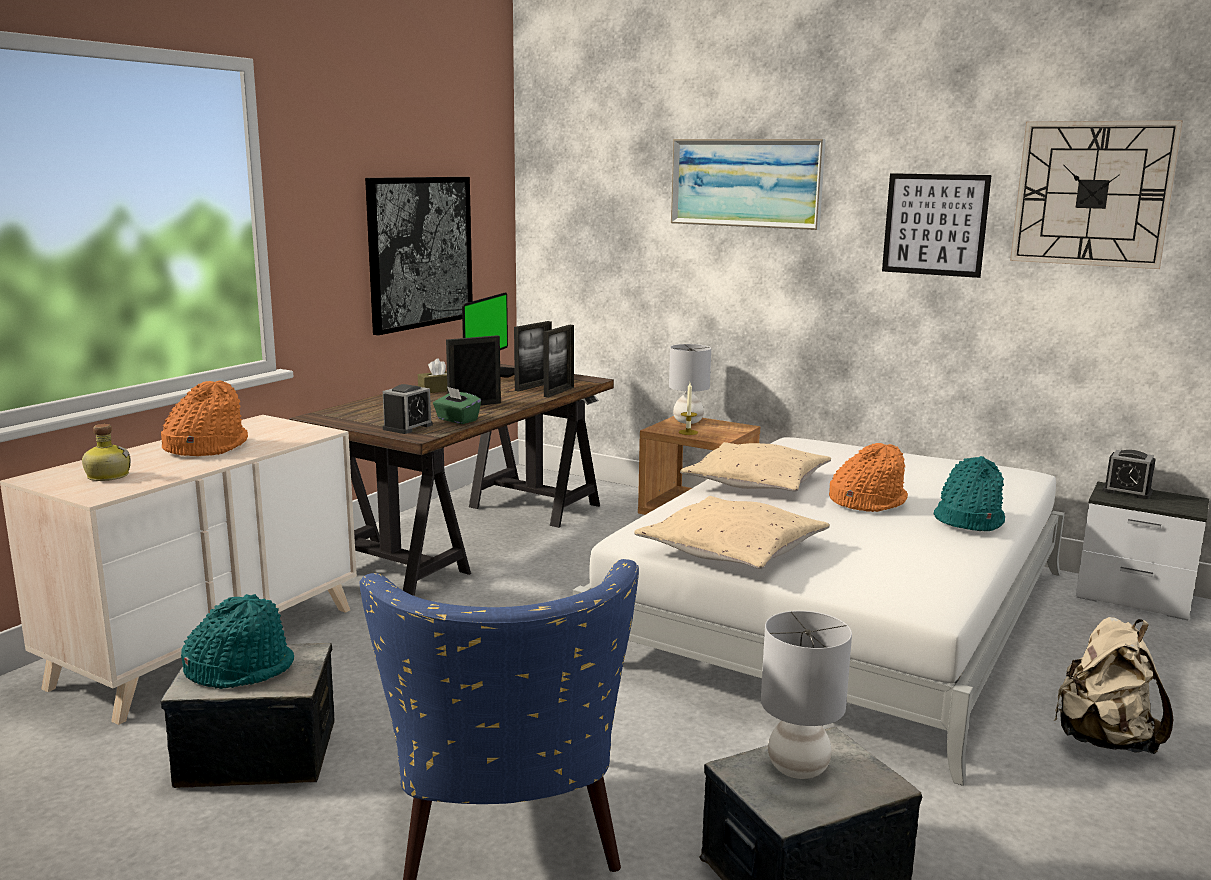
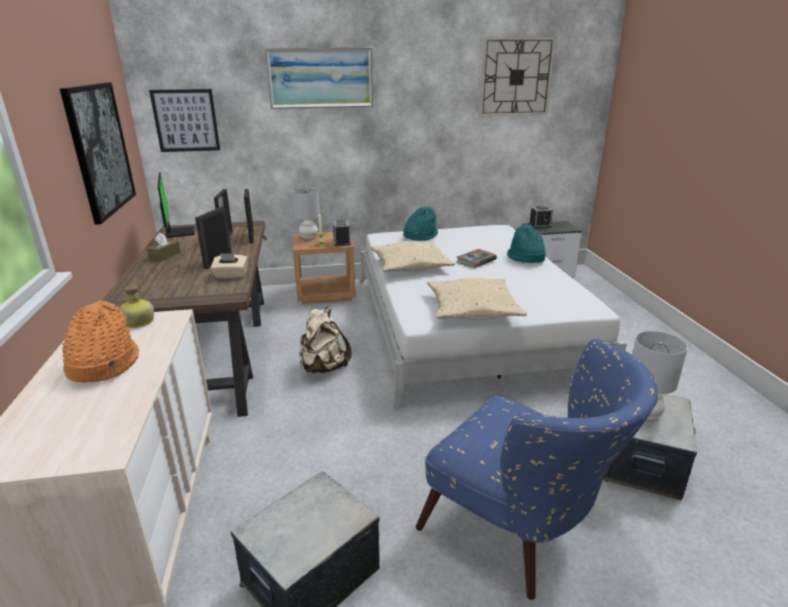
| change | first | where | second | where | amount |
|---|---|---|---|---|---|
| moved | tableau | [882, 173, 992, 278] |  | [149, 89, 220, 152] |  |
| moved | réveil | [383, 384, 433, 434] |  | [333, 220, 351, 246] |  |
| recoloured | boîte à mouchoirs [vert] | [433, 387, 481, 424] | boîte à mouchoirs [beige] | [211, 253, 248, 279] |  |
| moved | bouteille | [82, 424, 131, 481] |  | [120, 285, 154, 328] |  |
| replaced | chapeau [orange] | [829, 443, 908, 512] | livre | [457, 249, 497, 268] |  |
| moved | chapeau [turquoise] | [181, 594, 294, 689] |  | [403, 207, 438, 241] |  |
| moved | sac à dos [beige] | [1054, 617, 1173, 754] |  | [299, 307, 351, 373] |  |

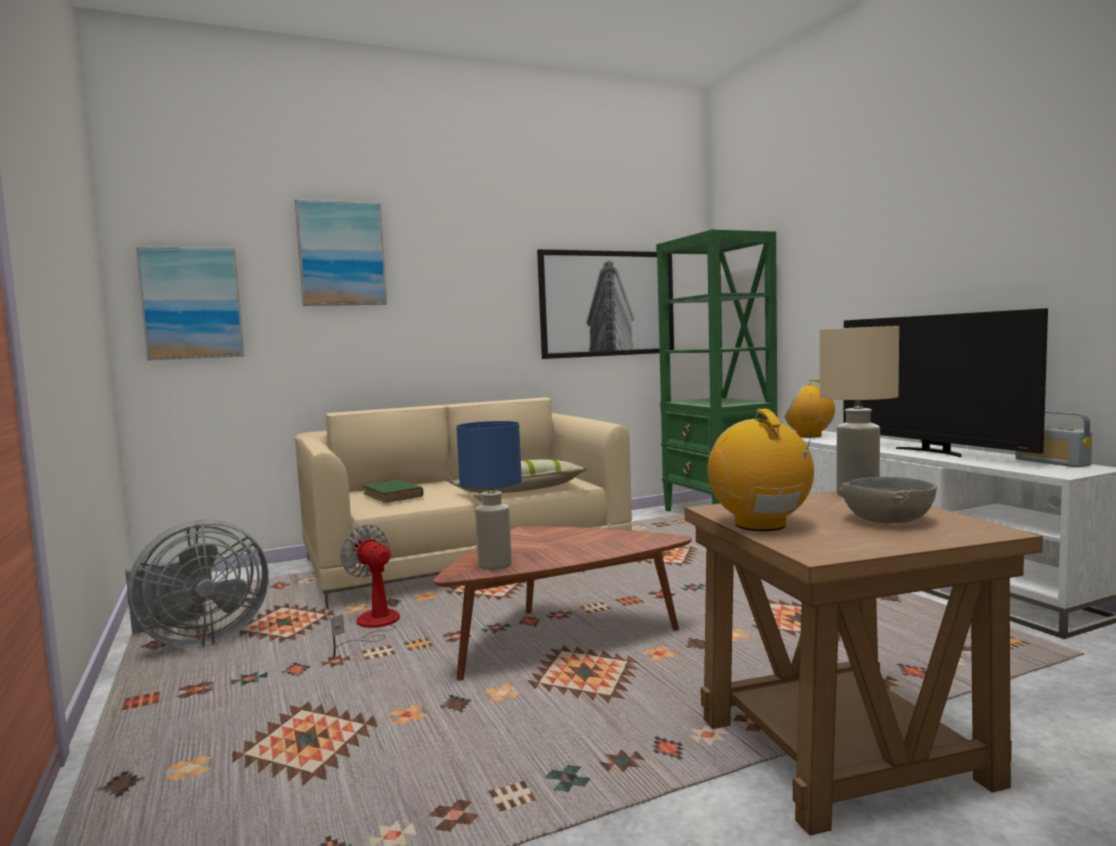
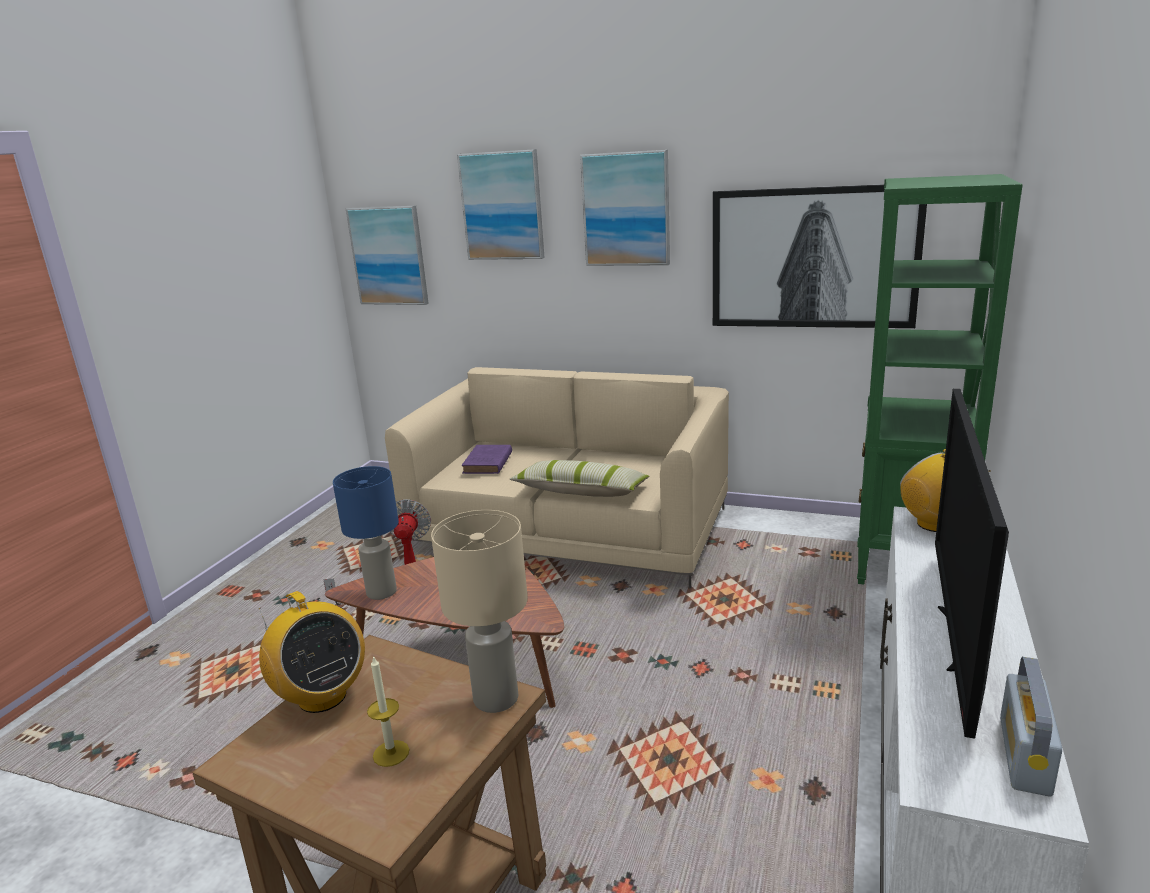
| change | first | where | second | where | amount |
|---|---|---|---|---|---|
| turned | radio | [707, 409, 814, 531] |  | [259, 591, 365, 713] | 105 degrees clockwise |
| replaced | bol [gris] | [839, 477, 937, 523] | bougie | [367, 655, 410, 767] |  |
| recoloured | livre [vert] | [363, 480, 424, 503] | livre [violet] | [461, 445, 512, 474] |  |
| removed | ventilateur [gris] | [125, 519, 269, 648] |  |  |  |
| added |  |  | tableau | [580, 150, 670, 266] |  |

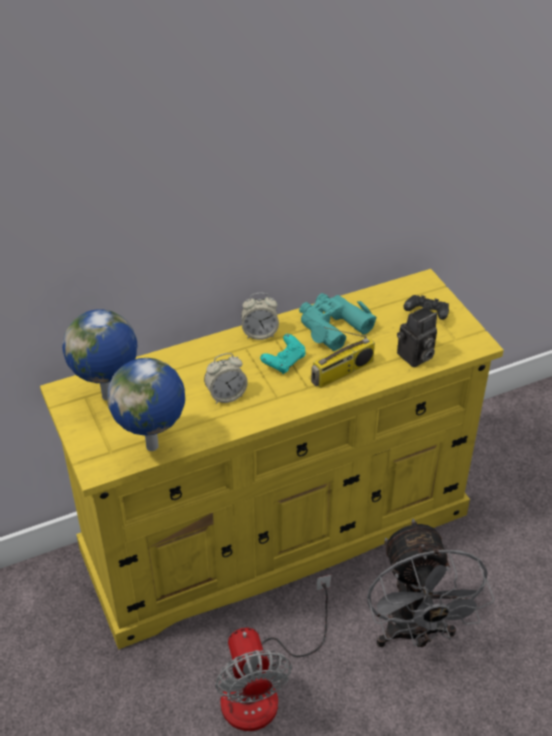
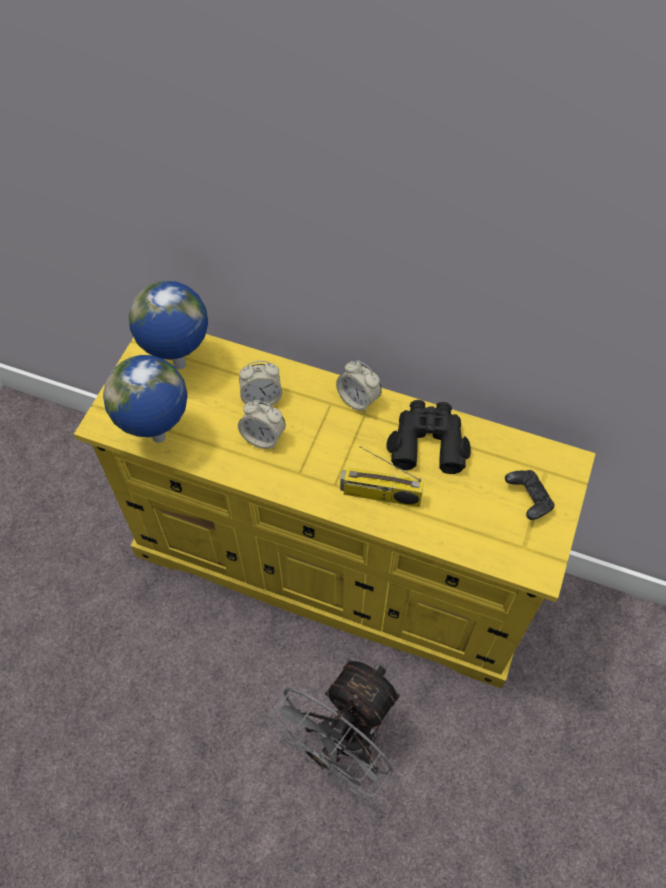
| change | first | where | second | where | amount |
|---|---|---|---|---|---|
| recoloured | jumelles [turquoise] | [299, 293, 377, 351] | jumelles [noir] | [386, 400, 471, 474] |  |
| removed | appareil photo | [397, 306, 437, 367] |  |  |  |
| removed | manette [turquoise] | [260, 334, 306, 374] |  |  |  |
| removed | ventilateur | [215, 575, 331, 731] |  |  |  |
| added |  |  | réveil | [239, 361, 282, 406] |  |

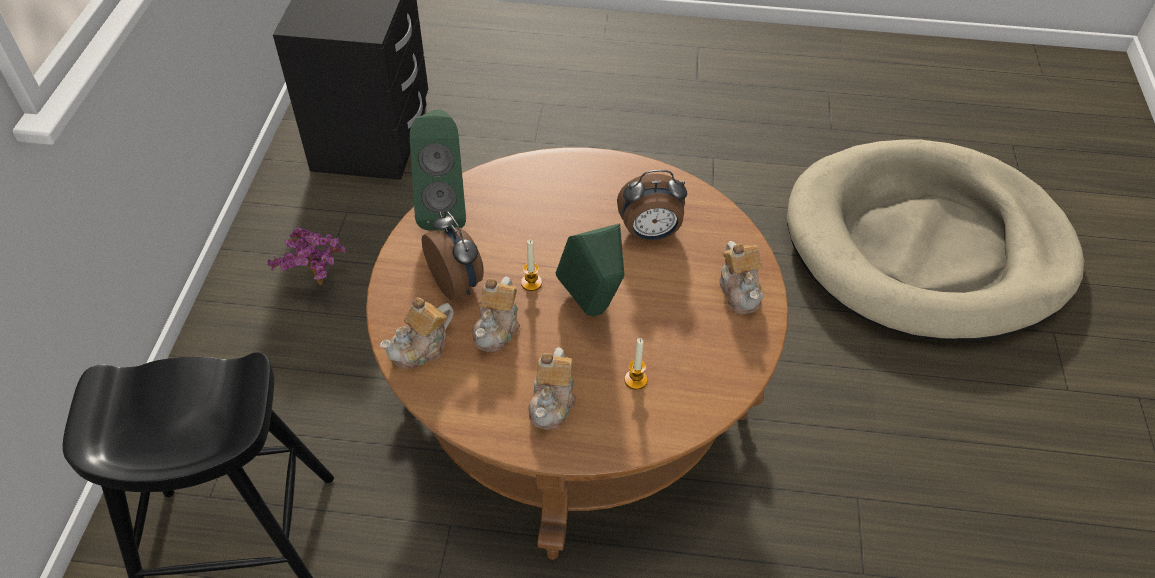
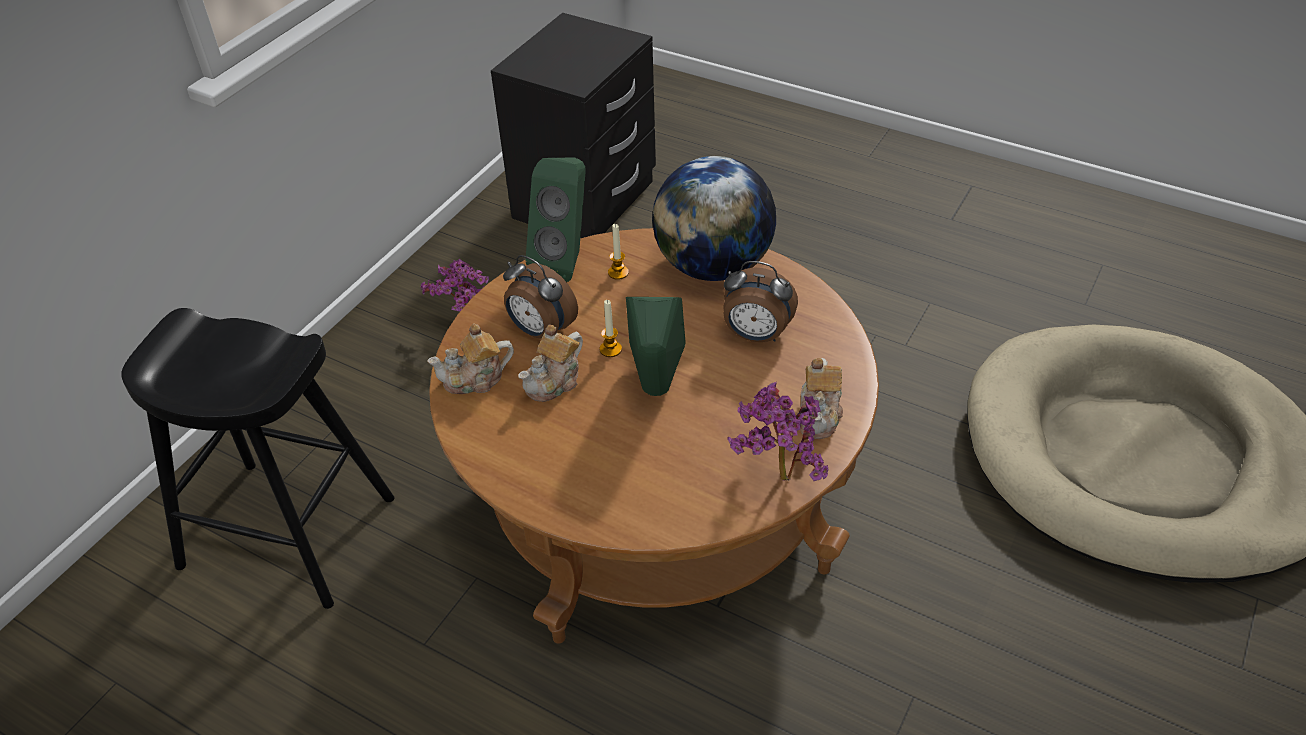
| change | first | where | second | where | amount |
|---|---|---|---|---|---|
| turned | réveil | [422, 211, 484, 300] |  | [503, 255, 578, 339] | 135 degrees clockwise |
| moved | bougie | [625, 338, 647, 390] |  | [608, 224, 629, 280] |  |
| removed | théière | [529, 347, 576, 430] |  |  |  |
| added |  |  | globe | [652, 156, 776, 281] |  |
| added |  |  | plante en pot | [727, 382, 828, 481] |  |

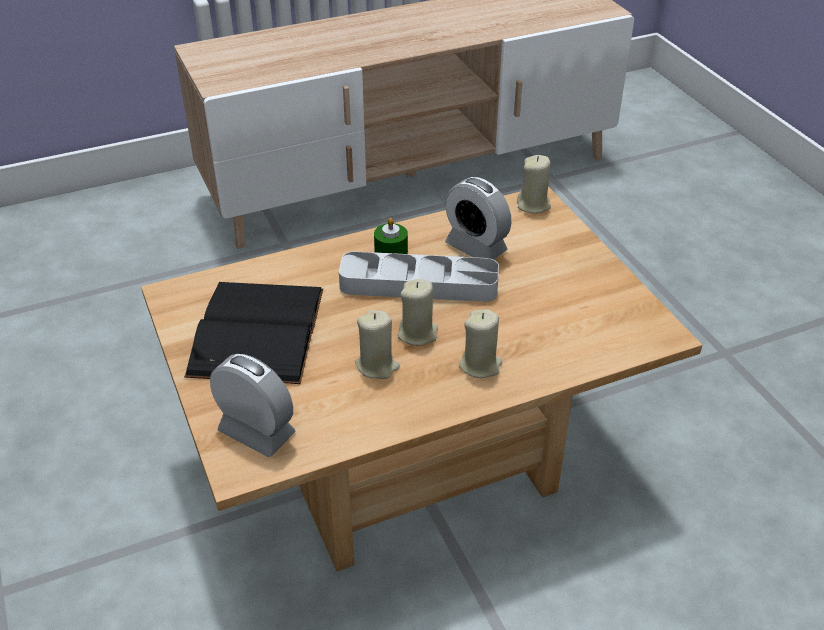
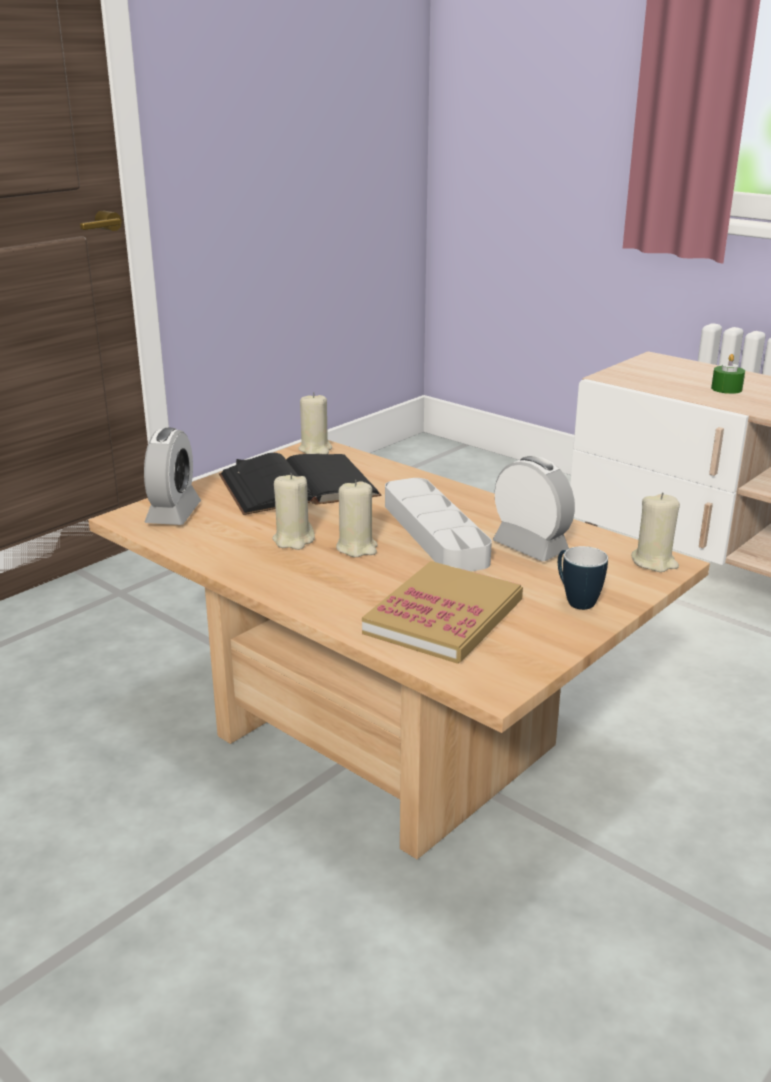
| change | first | where | second | where | amount |
|---|---|---|---|---|---|
| turned | réveil | [445, 177, 511, 260] |  | [493, 456, 575, 561] | 120 degrees clockwise |
| moved | bougie [vert] | [374, 218, 408, 254] |  | [711, 354, 745, 394] |  |
| moved | bougie [beige] | [459, 310, 502, 378] |  | [298, 392, 332, 454] |  |
| added |  |  | mug | [558, 546, 608, 610] |  |
| added |  |  | livre | [362, 561, 523, 664] |  |

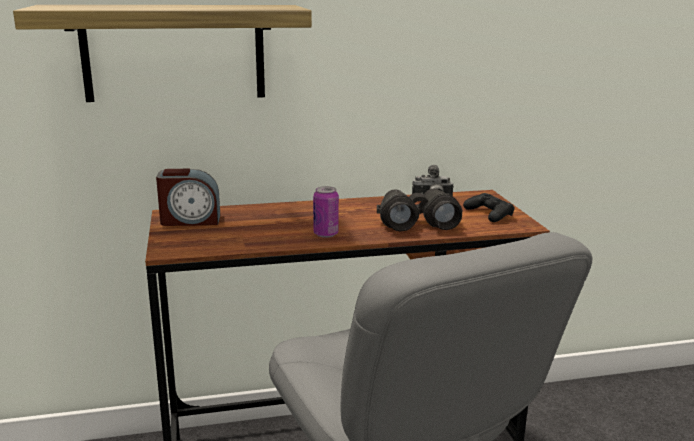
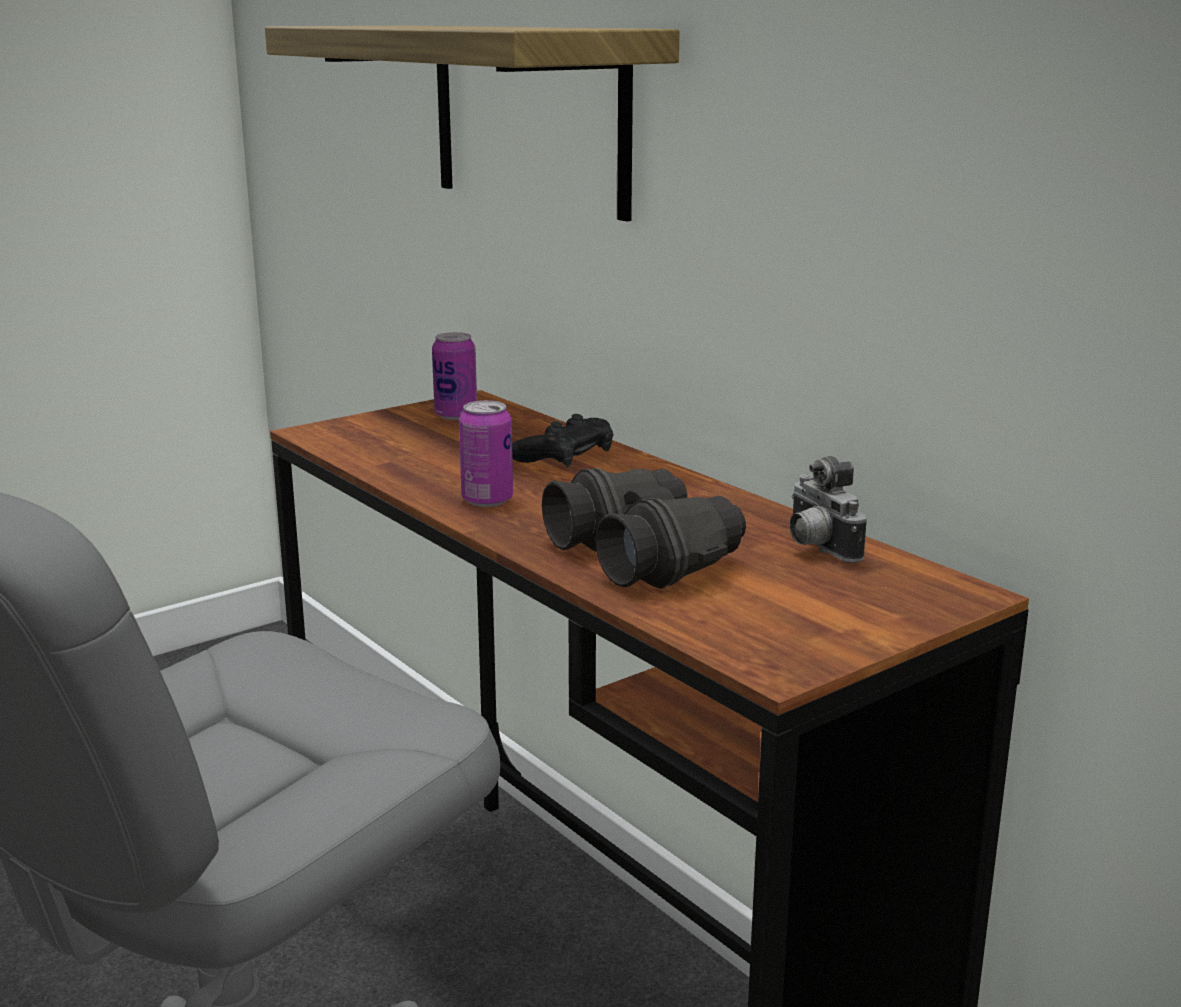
| change | first | where | second | where | amount |
|---|---|---|---|---|---|
| replaced | réveil | [156, 169, 220, 226] | boîte métallique | [432, 332, 477, 420] |  |
| moved | manette [noir] | [463, 193, 514, 222] |  | [512, 414, 614, 467] |  |

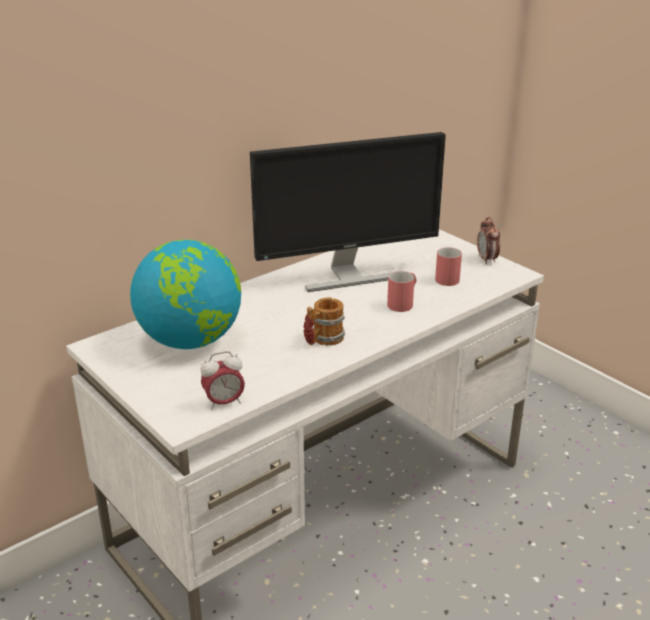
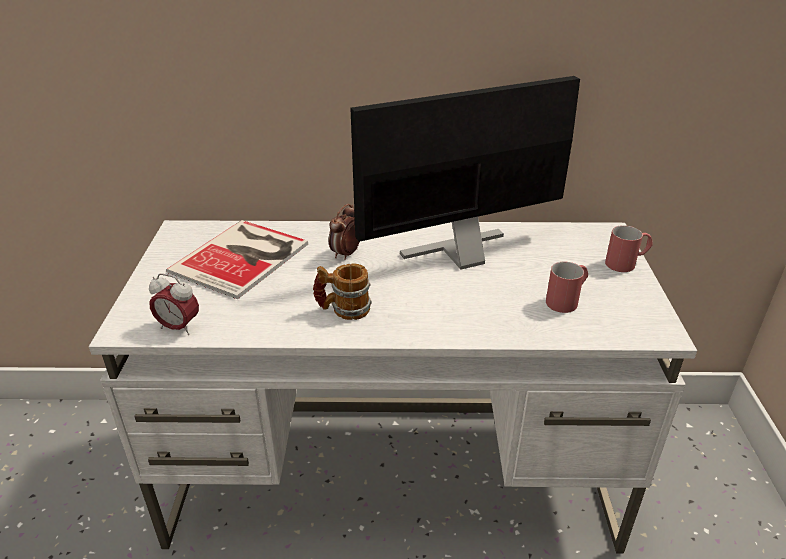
| change | first | where | second | where | amount |
|---|---|---|---|---|---|
| turned | écran d'ordinateur | [250, 132, 446, 292] |  | [350, 76, 580, 270] | 135 degrees clockwise |
| moved | réveil | [477, 217, 500, 264] |  | [329, 204, 360, 260] |  |
| replaced | globe | [130, 240, 241, 349] | livre | [166, 220, 308, 299] |  |
| moved | mug [rouge] | [387, 271, 417, 312] |  | [605, 225, 653, 272] |  |

